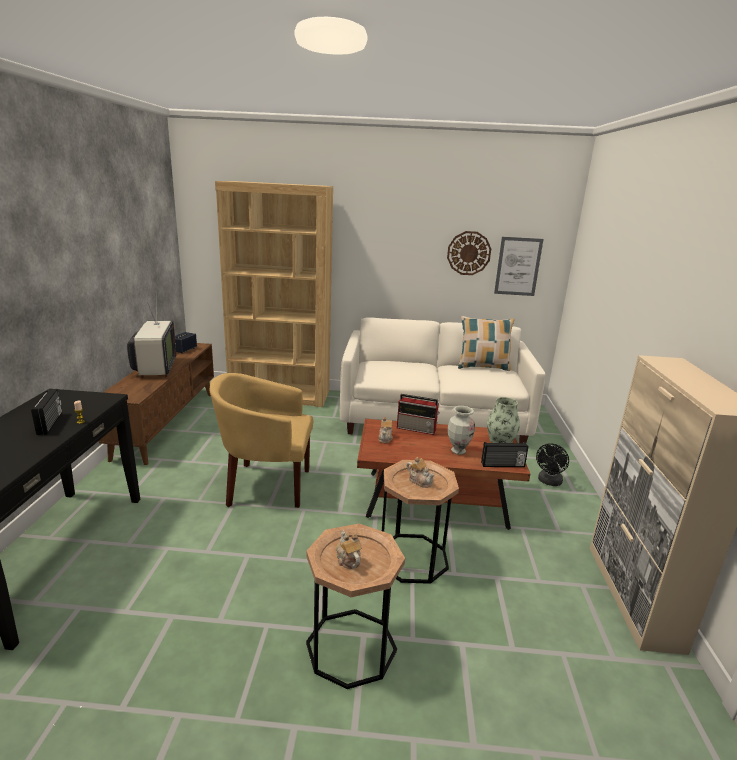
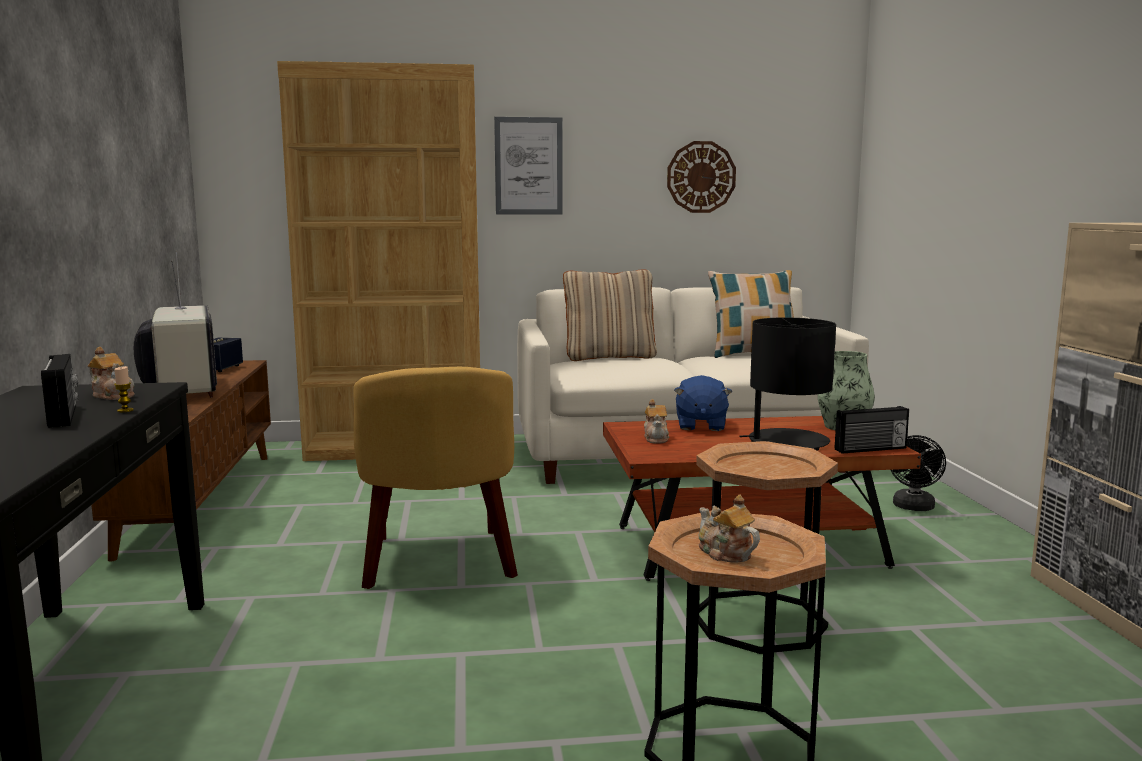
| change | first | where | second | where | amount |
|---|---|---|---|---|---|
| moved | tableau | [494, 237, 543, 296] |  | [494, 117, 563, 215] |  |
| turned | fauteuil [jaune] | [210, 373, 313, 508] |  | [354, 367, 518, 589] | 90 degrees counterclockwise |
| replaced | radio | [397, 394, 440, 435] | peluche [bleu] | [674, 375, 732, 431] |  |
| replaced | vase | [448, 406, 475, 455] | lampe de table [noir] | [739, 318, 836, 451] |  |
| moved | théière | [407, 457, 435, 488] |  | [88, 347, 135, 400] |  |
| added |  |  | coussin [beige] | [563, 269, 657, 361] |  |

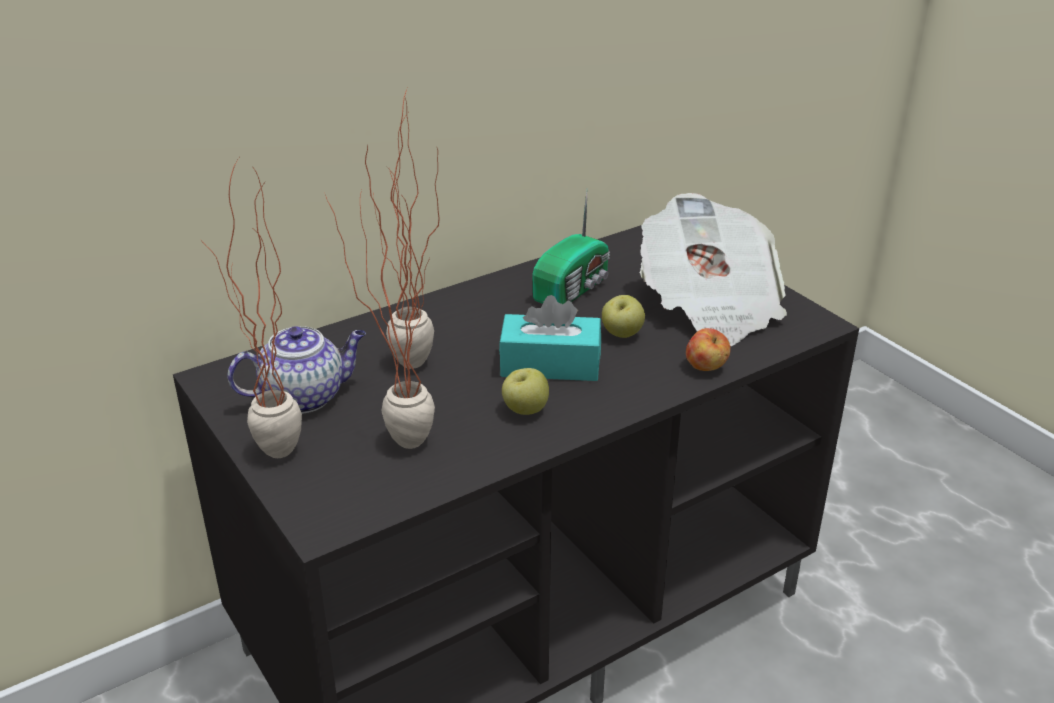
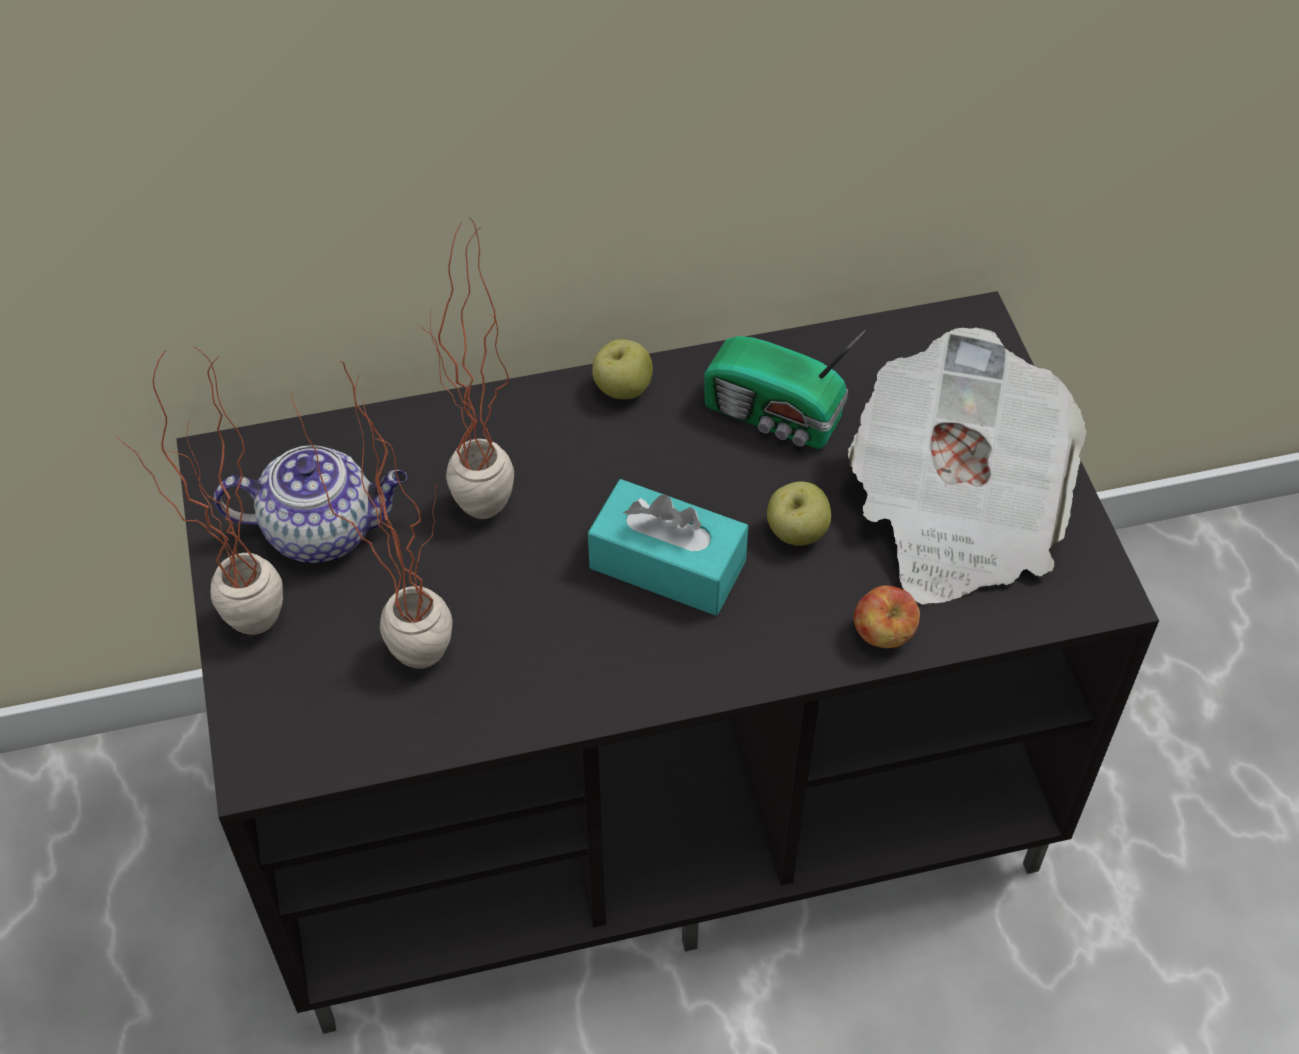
| change | first | where | second | where | amount |
|---|---|---|---|---|---|
| turned | radio | [532, 190, 610, 304] |  | [704, 330, 866, 449] | 60 degrees clockwise |
| moved | pomme | [502, 368, 549, 415] |  | [592, 339, 653, 399] |  |

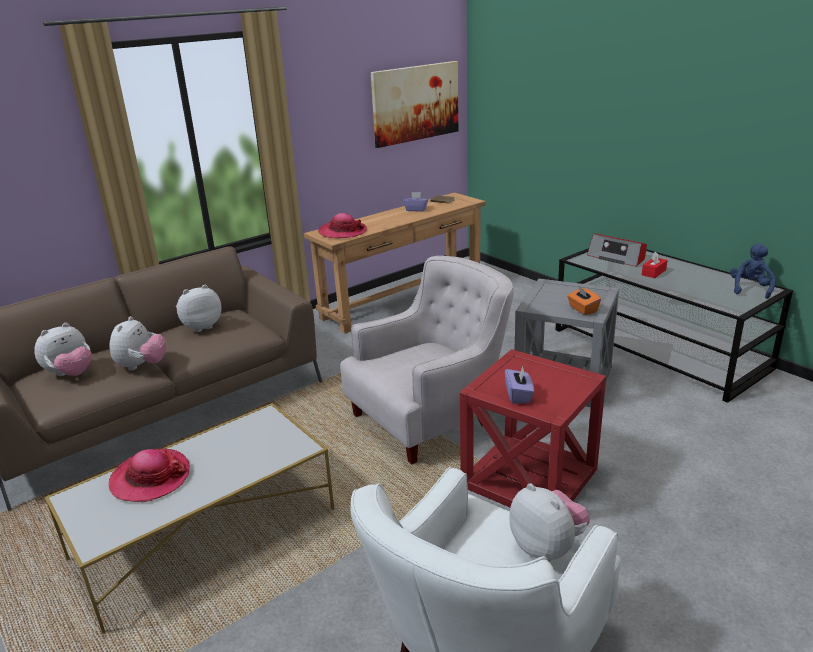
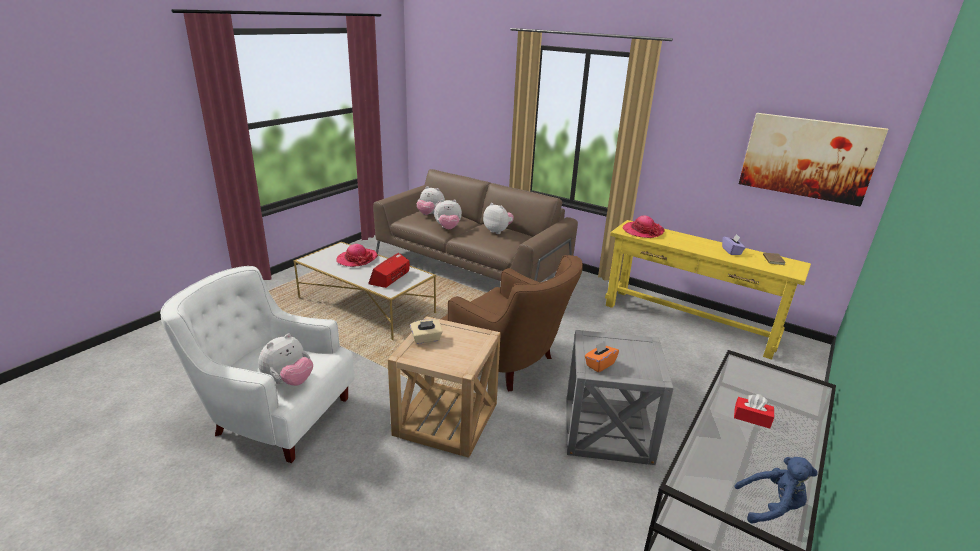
| change | first | where | second | where | amount |
|---|---|---|---|---|---|
| recoloured | table console [marron] | [303, 192, 486, 334] | table console [jaune] | [605, 220, 811, 360] |  |
| moved | radio | [587, 233, 647, 267] |  | [368, 253, 410, 288] |  |
| recoloured | fauteuil [blanc] | [340, 256, 513, 464] | fauteuil [marron] | [441, 255, 583, 391] |  |
| recoloured | table d'appoint [rouge] | [460, 349, 606, 507] | table d'appoint [beige] | [388, 316, 501, 458] |  |
| recoloured | boîte à mouchoirs [violet] | [505, 367, 534, 404] | boîte à mouchoirs [beige] | [410, 319, 443, 344] |  |

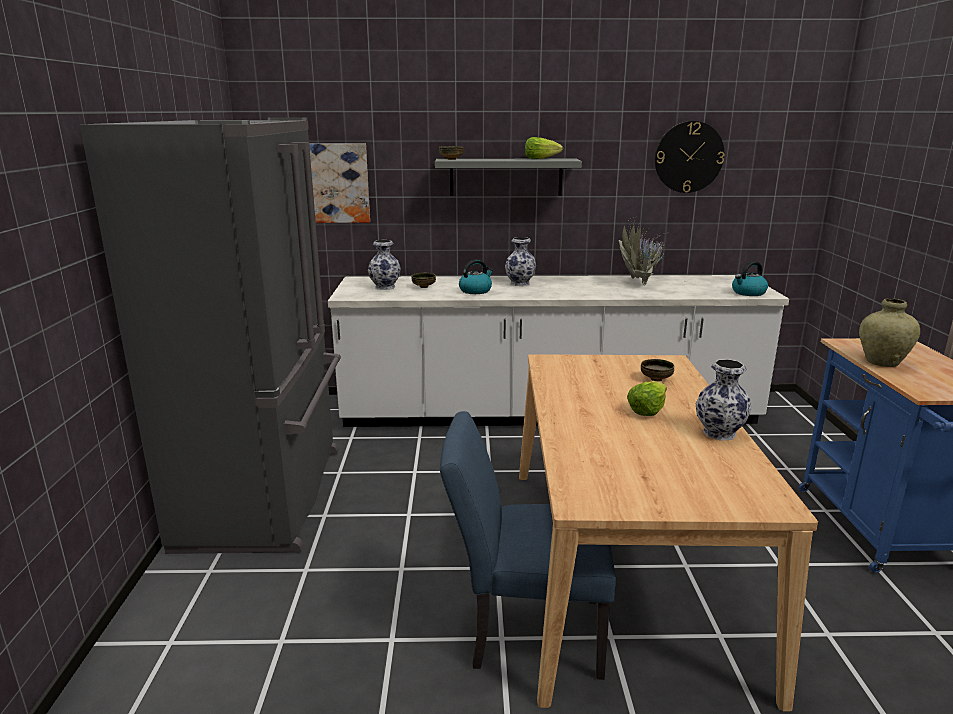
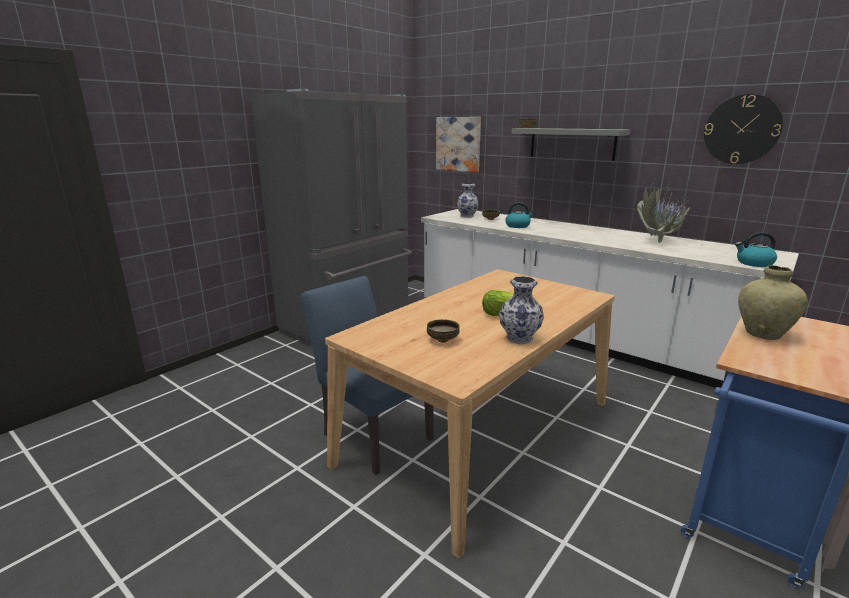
| change | first | where | second | where | amount |
|---|---|---|---|---|---|
| removed | laitue | [525, 137, 563, 159] |  |  |  |
| removed | vase | [505, 237, 536, 286] |  |  |  |
| moved | bol | [641, 359, 674, 381] |  | [427, 319, 460, 343] |  |

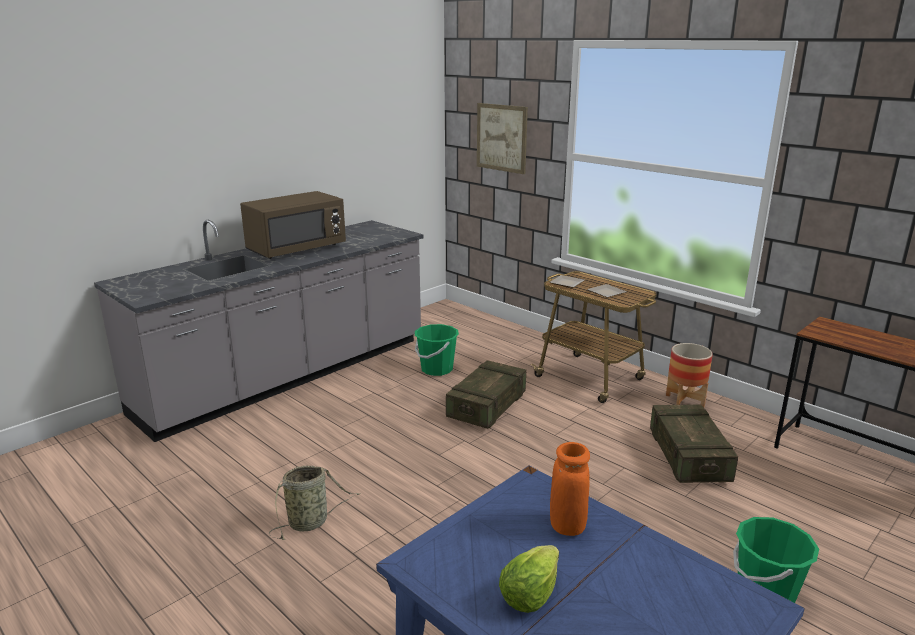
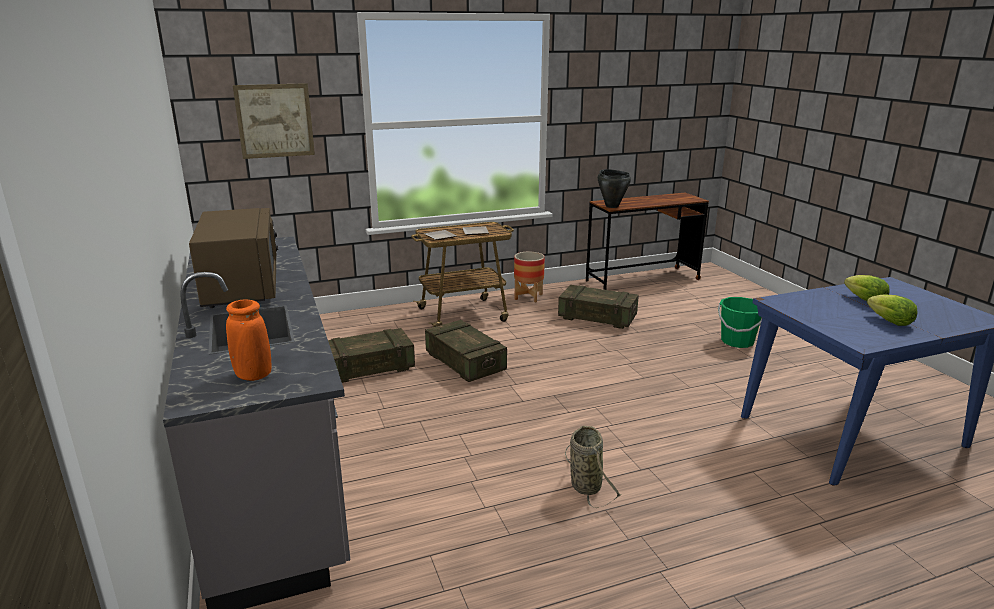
| change | first | where | second | where | amount |
|---|---|---|---|---|---|
| replaced | seau [vert] | [415, 324, 459, 376] | caisse | [328, 328, 415, 383] |  |
| moved | vase [orange] | [550, 442, 590, 536] |  | [226, 300, 271, 381] |  |
| added |  |  | marmite [noir] | [598, 169, 631, 208] |  |
| added |  |  | laitue | [844, 275, 890, 301] |  |

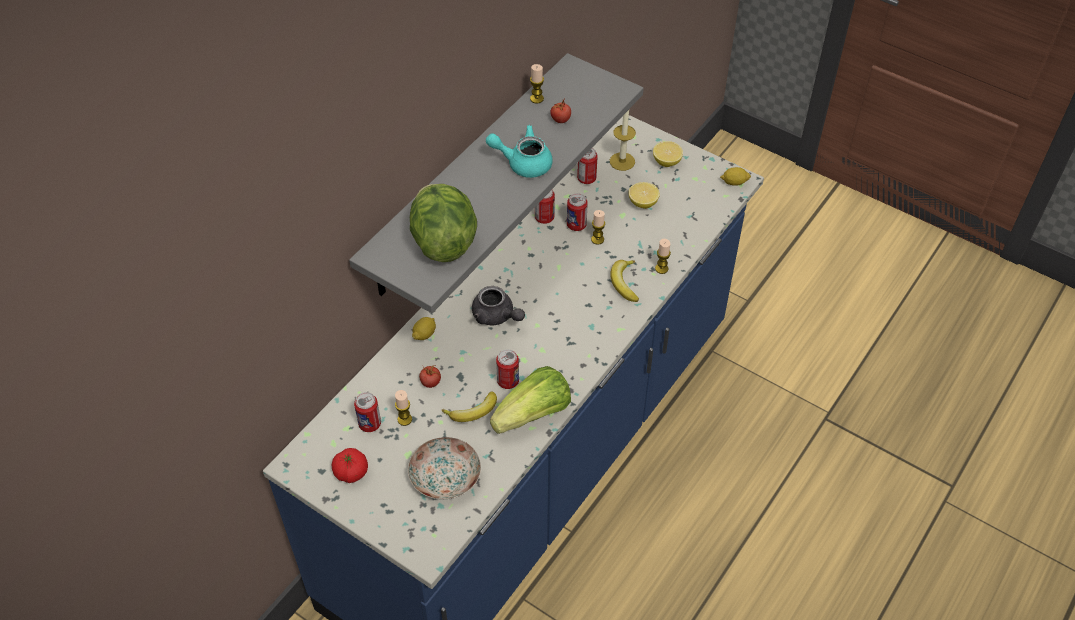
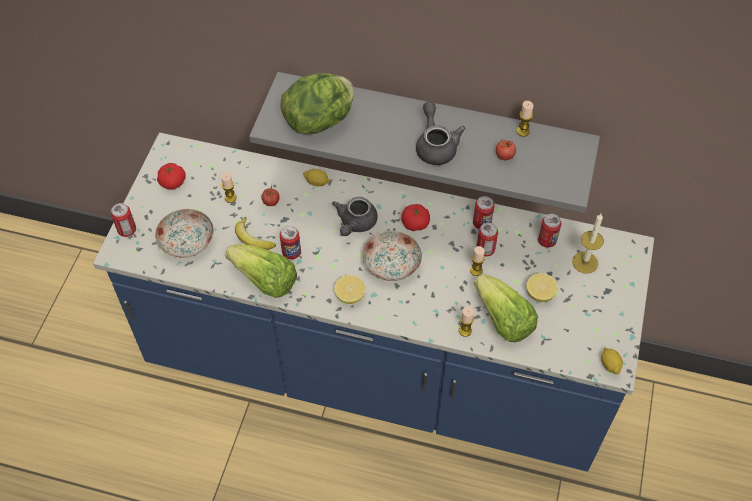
| change | first | where | second | where | amount |
|---|---|---|---|---|---|
| recoloured | théière [turquoise] | [486, 125, 553, 178] | théière [gris] | [416, 102, 465, 165] |  |
| moved | citron | [653, 141, 683, 167] |  | [334, 275, 366, 304] |  |
| removed | banane | [610, 260, 639, 302] |  |  |  |
| moved | boîte métallique | [354, 392, 381, 432] |  | [111, 203, 136, 237] |  |
| added |  |  | tomate | [401, 204, 430, 231] |  |
| added |  |  | assiette | [362, 231, 422, 281] |  |
| added |  |  | laitue | [474, 274, 538, 342] |  |

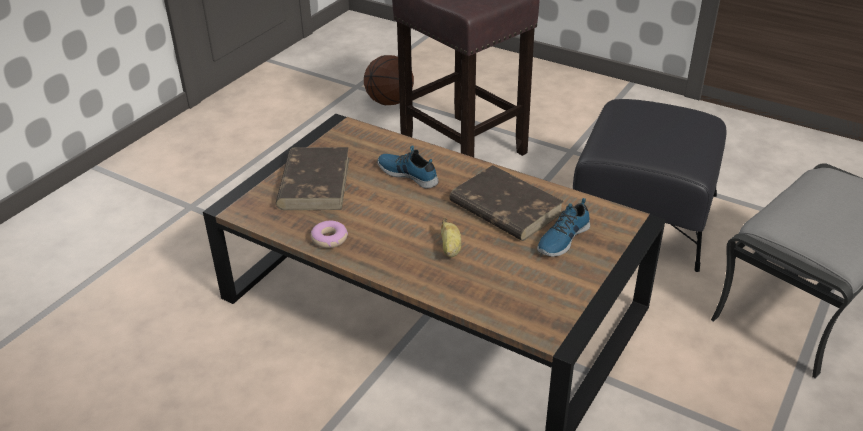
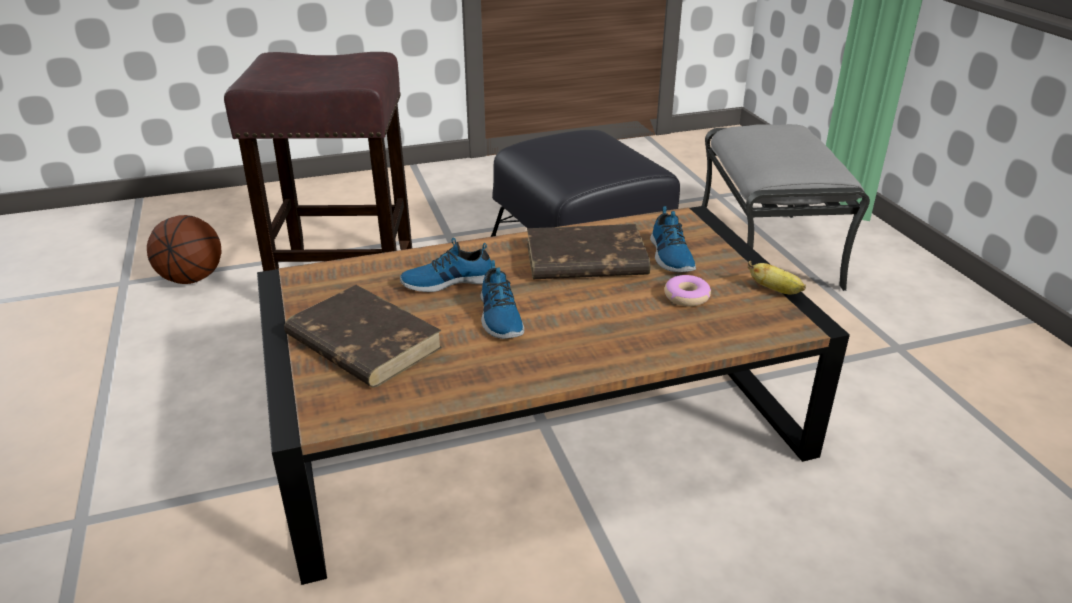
| change | first | where | second | where | amount |
|---|---|---|---|---|---|
| moved | banane | [441, 218, 461, 257] |  | [748, 261, 806, 294] |  |
| moved | beignet | [311, 221, 348, 248] |  | [664, 275, 711, 307] |  |
| added |  |  | chaussure | [481, 260, 524, 339] |  |

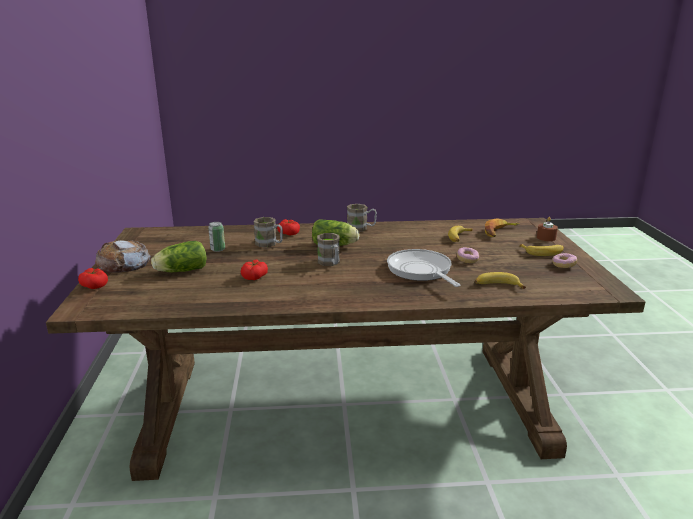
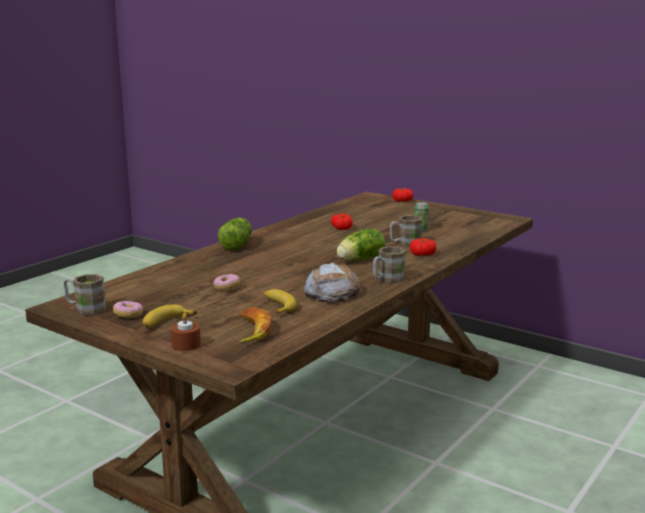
| change | first | where | second | where | amount |
|---|---|---|---|---|---|
| moved | mug [marron] | [317, 233, 340, 266] |  | [64, 274, 106, 316] |  |
| moved | pain | [95, 240, 151, 273] |  | [304, 263, 362, 303] |  |
| moved | laitue | [151, 241, 207, 272] |  | [218, 218, 252, 250] |  |
| removed | poêle | [387, 249, 460, 287] |  |  |  |
| removed | banane | [475, 272, 526, 289] |  |  |  |

